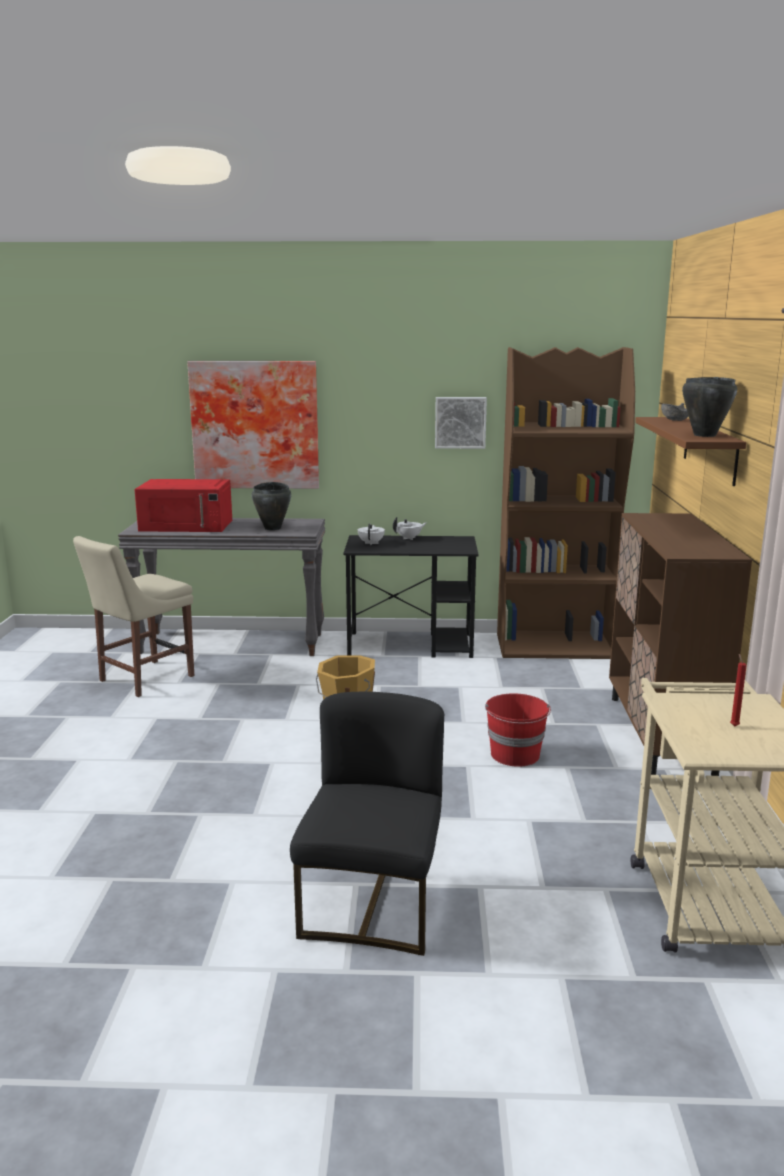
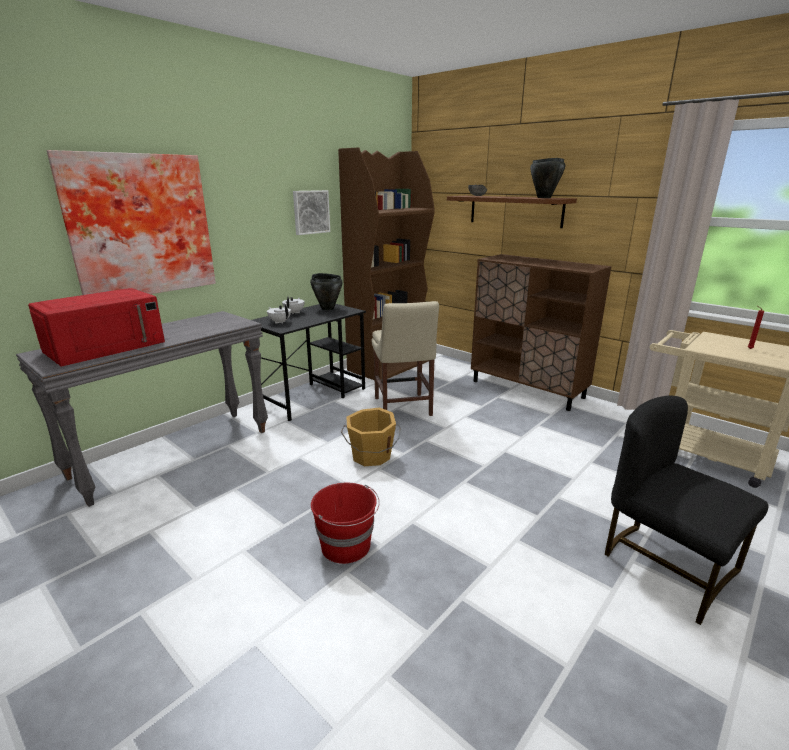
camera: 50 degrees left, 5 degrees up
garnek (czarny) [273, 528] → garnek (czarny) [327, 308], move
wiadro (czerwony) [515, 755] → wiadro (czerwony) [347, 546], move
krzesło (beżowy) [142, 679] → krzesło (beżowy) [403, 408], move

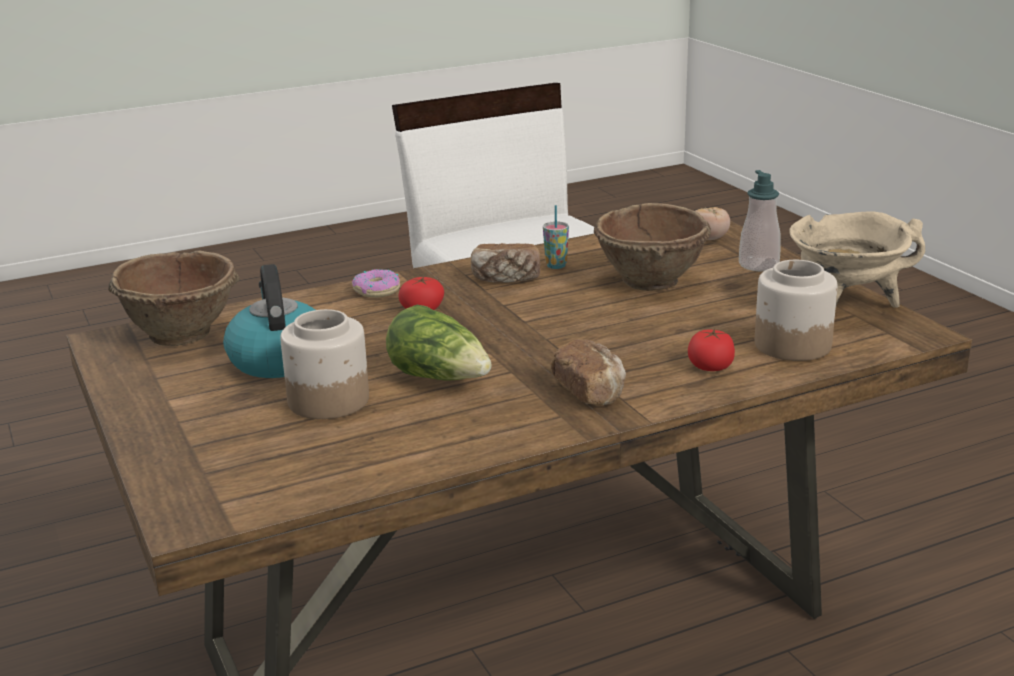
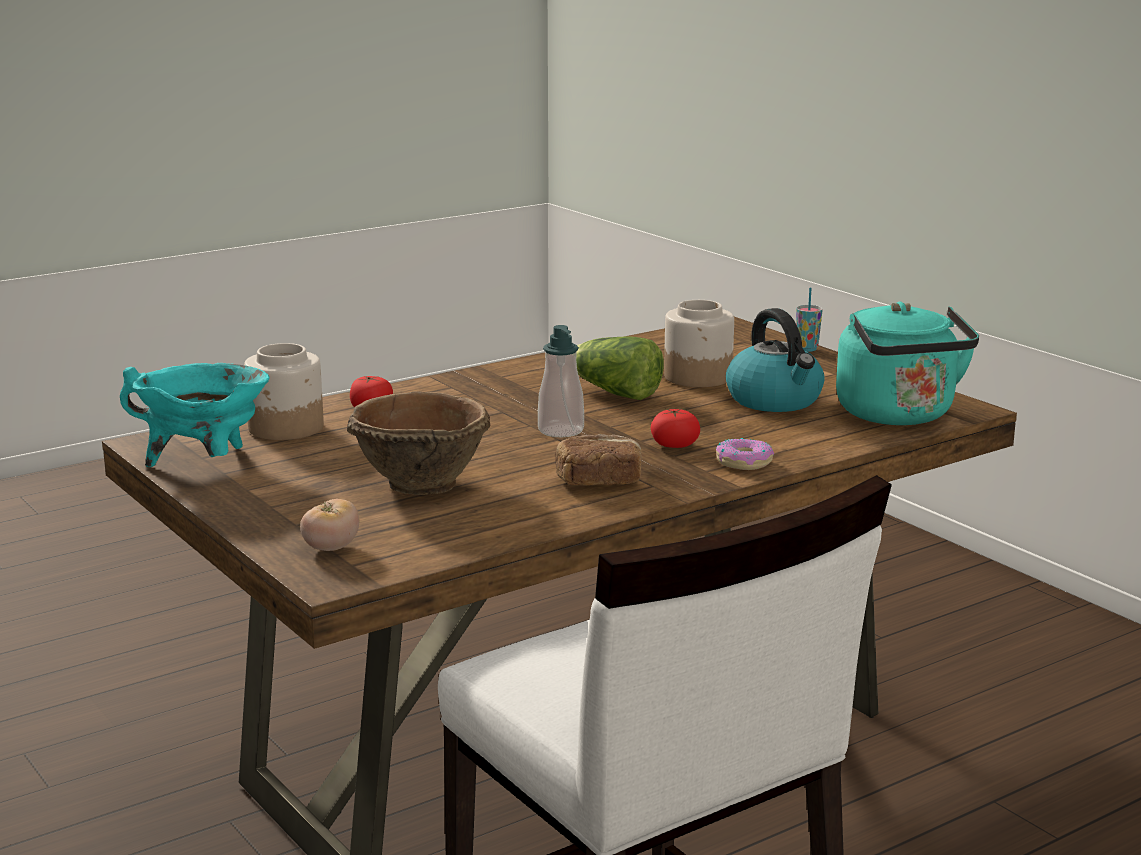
camera: 170 degrees right, 5 degrees down
garnek (beżowy) [846, 307] → garnek (turkusowy) [205, 464]
dozownik mydła [758, 265] → dozownik mydła [561, 431], move
filiżanka [556, 265] → filiżanka [807, 349], move
miska (brązowy) [182, 333] → czajnik (turkusowy) [899, 416]
chleb [590, 391] → -

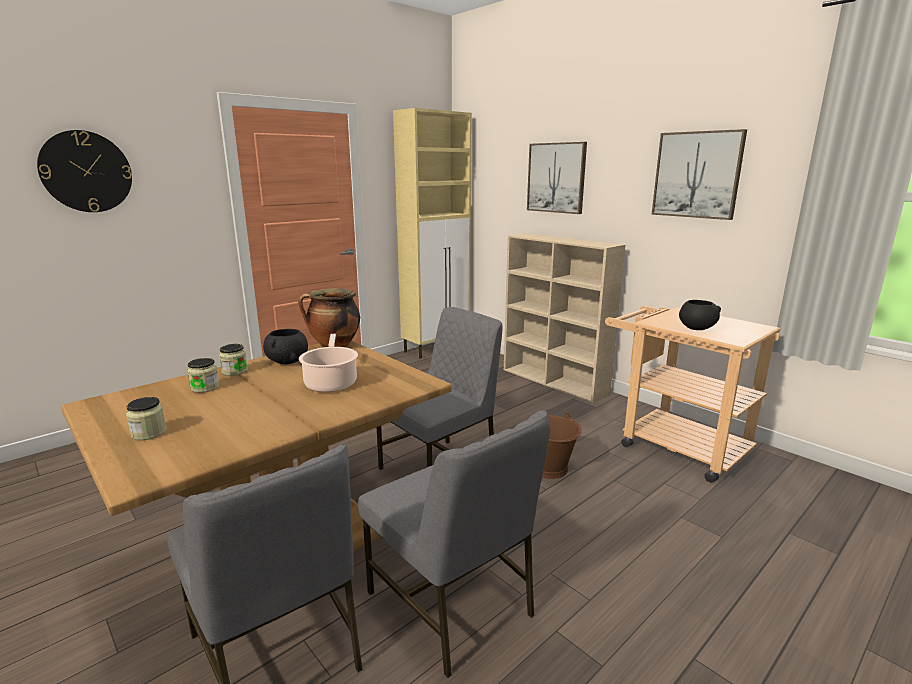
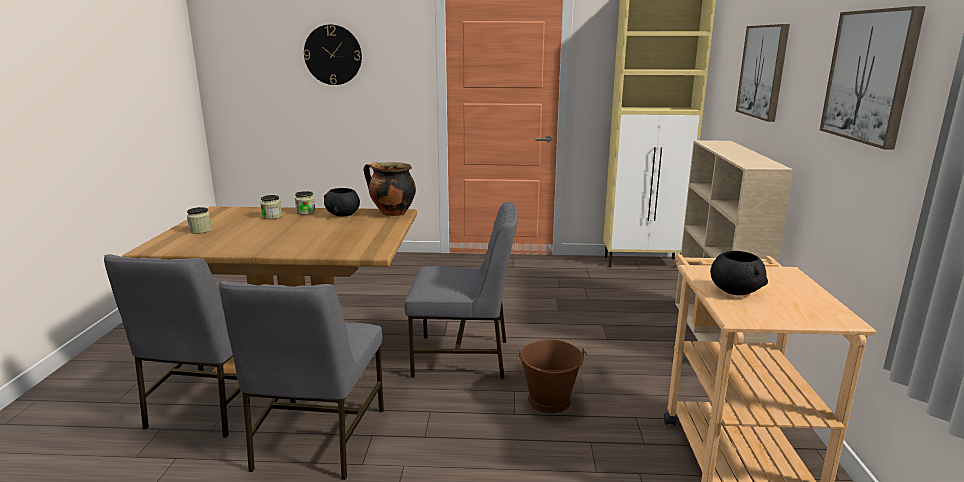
camera: 45 degrees right, 0 degrees up
garnek [331, 383] → -

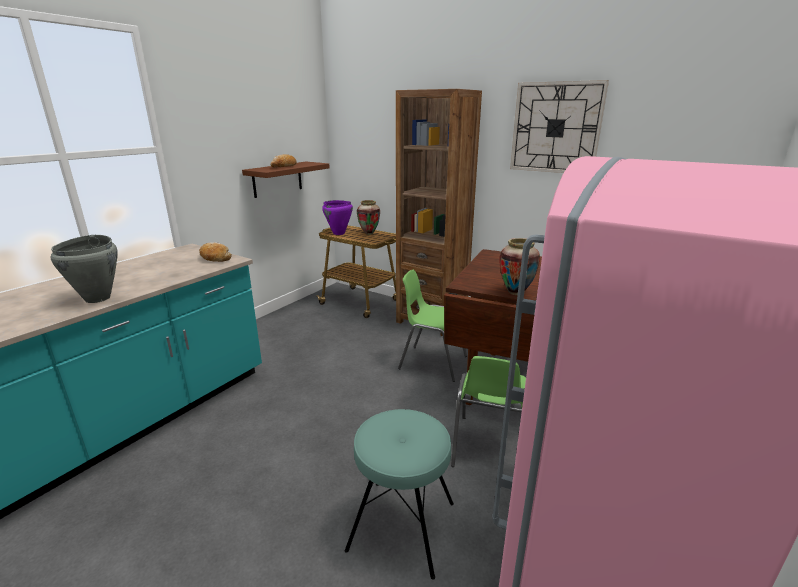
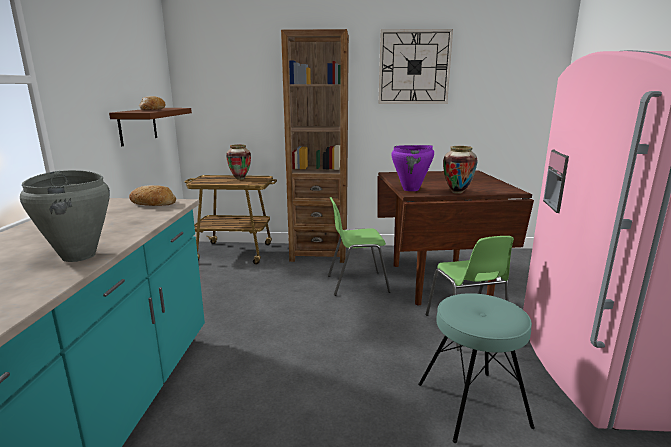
camera: 30 degrees left, 5 degrees down
garnek (fioletowy) [339, 233] → garnek (fioletowy) [411, 189], move

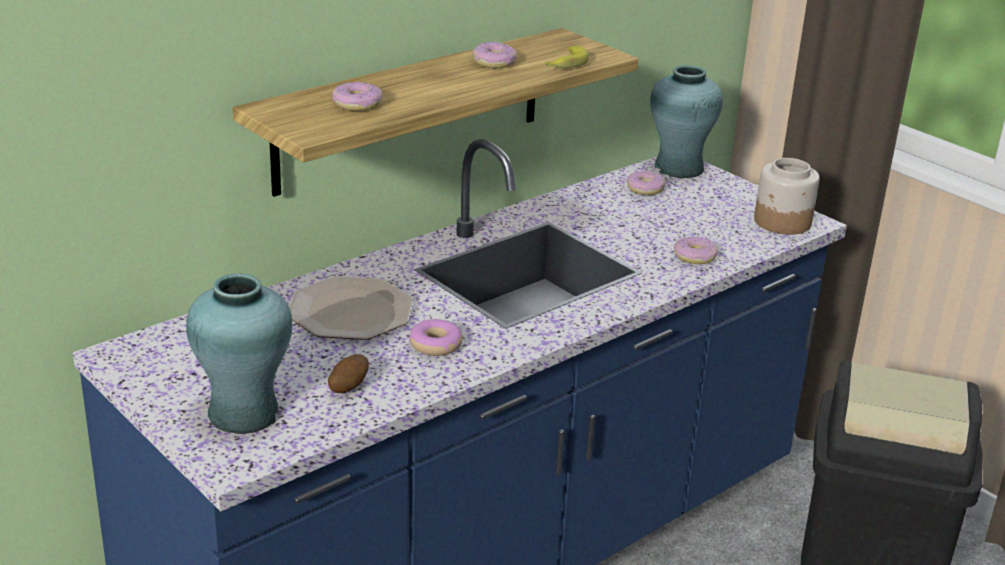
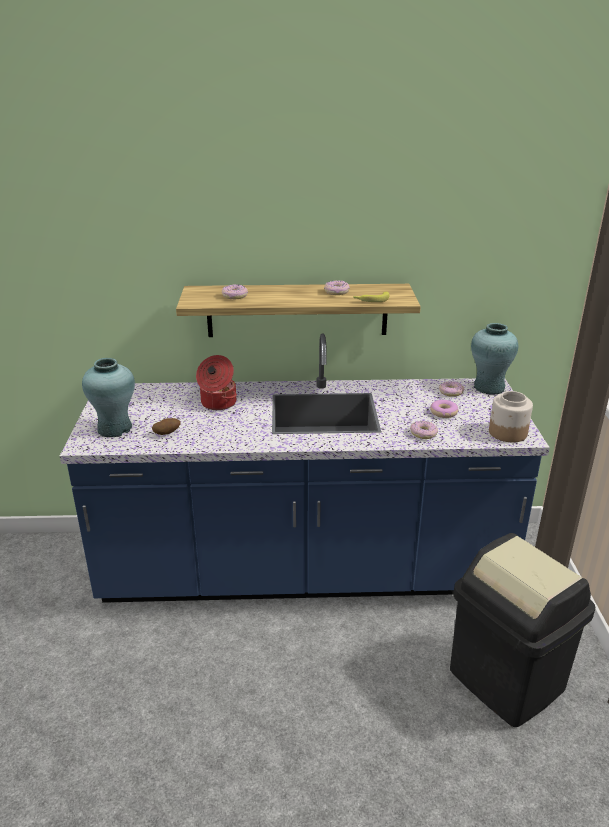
camera: 40 degrees right, 0 degrees up
talerz [351, 311] → garnek [217, 403]
donut [436, 345] → donut [443, 413], move

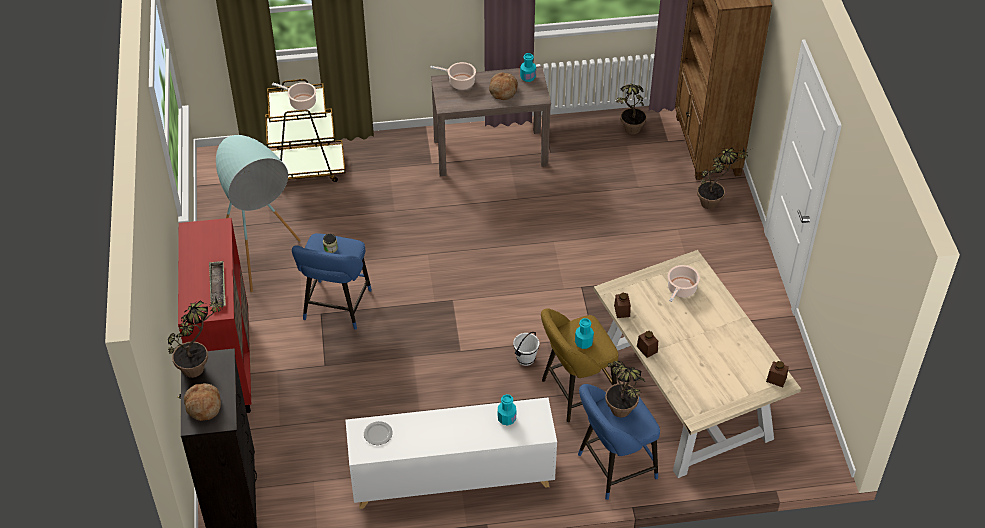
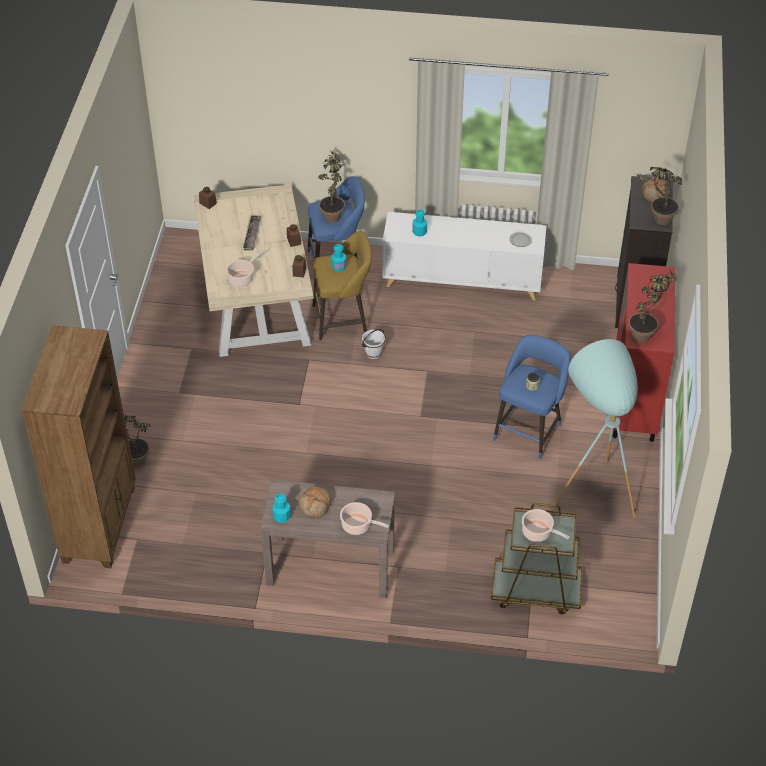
camera: 165 degrees left, 0 degrees up
taca [218, 286] → taca [252, 235], move
roślina doniczkowa [628, 132] → roślina doniczkowa [646, 333], move

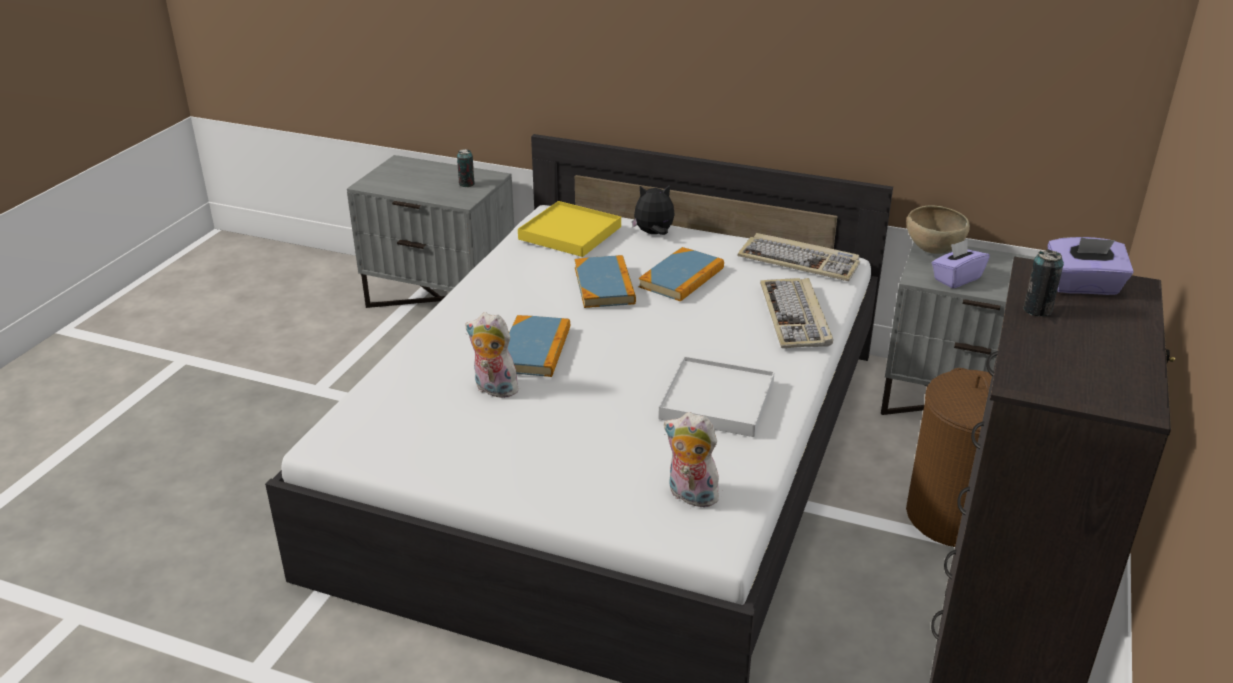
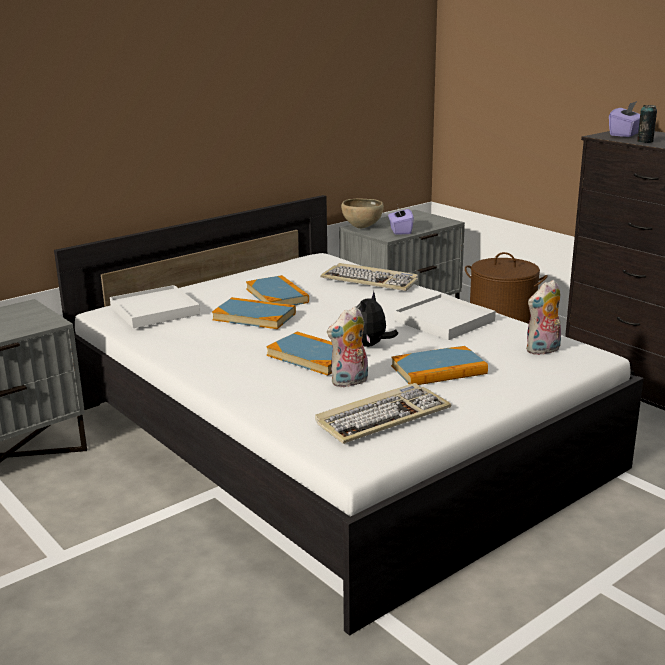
camera: 60 degrees left, 10 degrees down
taca (żółty) [570, 233] → taca (biały) [155, 310]
klawiatura [800, 261] → klawiatura [382, 417], move
pluszak [654, 234] → pluszak [370, 345], move
- → książka [438, 370]
puszka [466, 184] → -

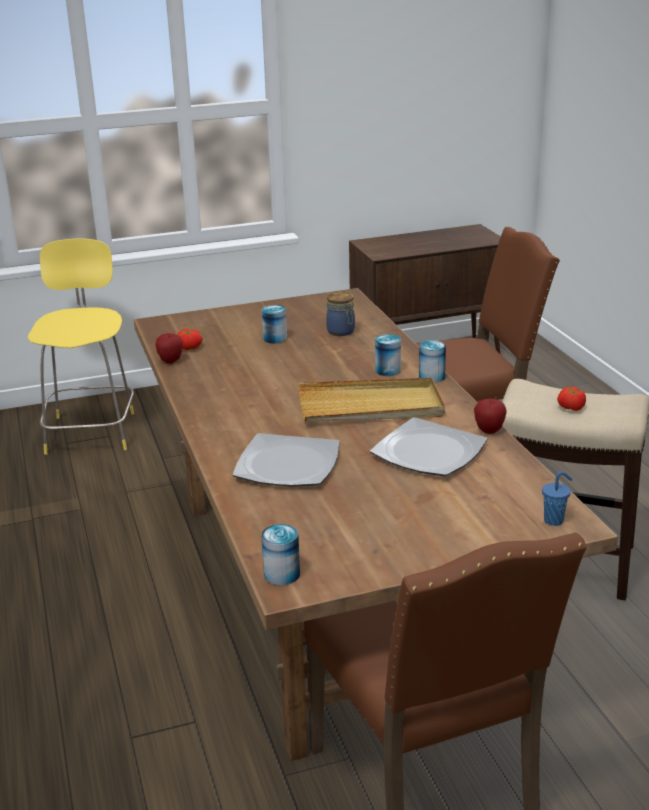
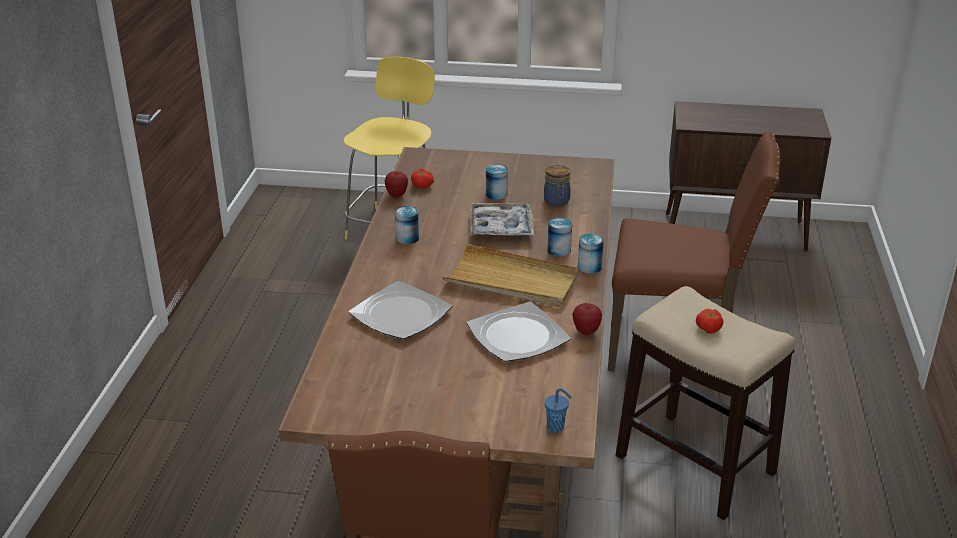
camera: 25 degrees right, 5 degrees up
puszka [282, 574] → puszka [407, 238], move
- → taca [501, 227]

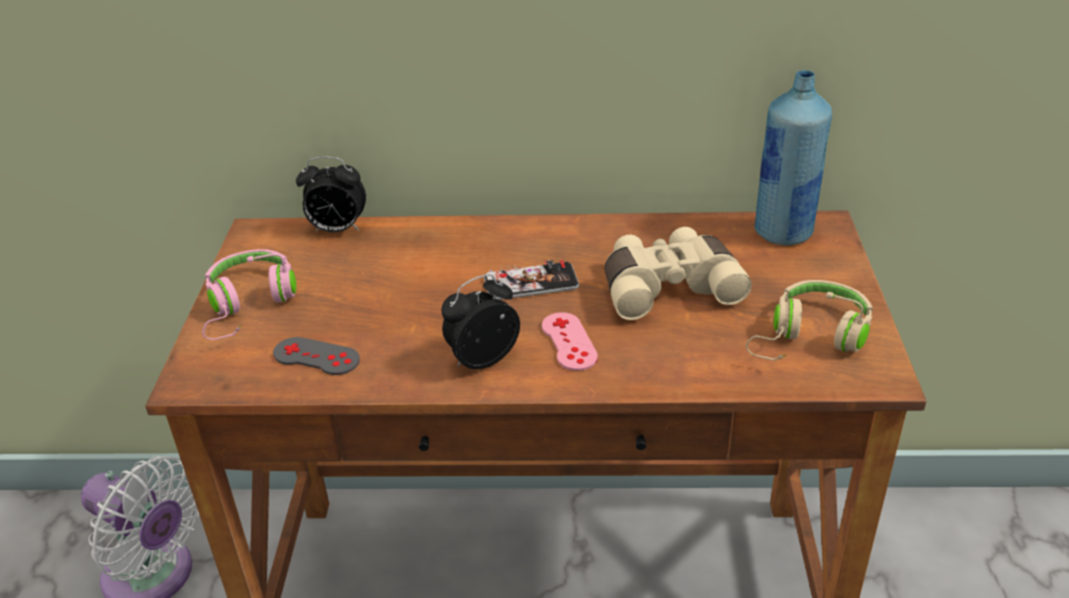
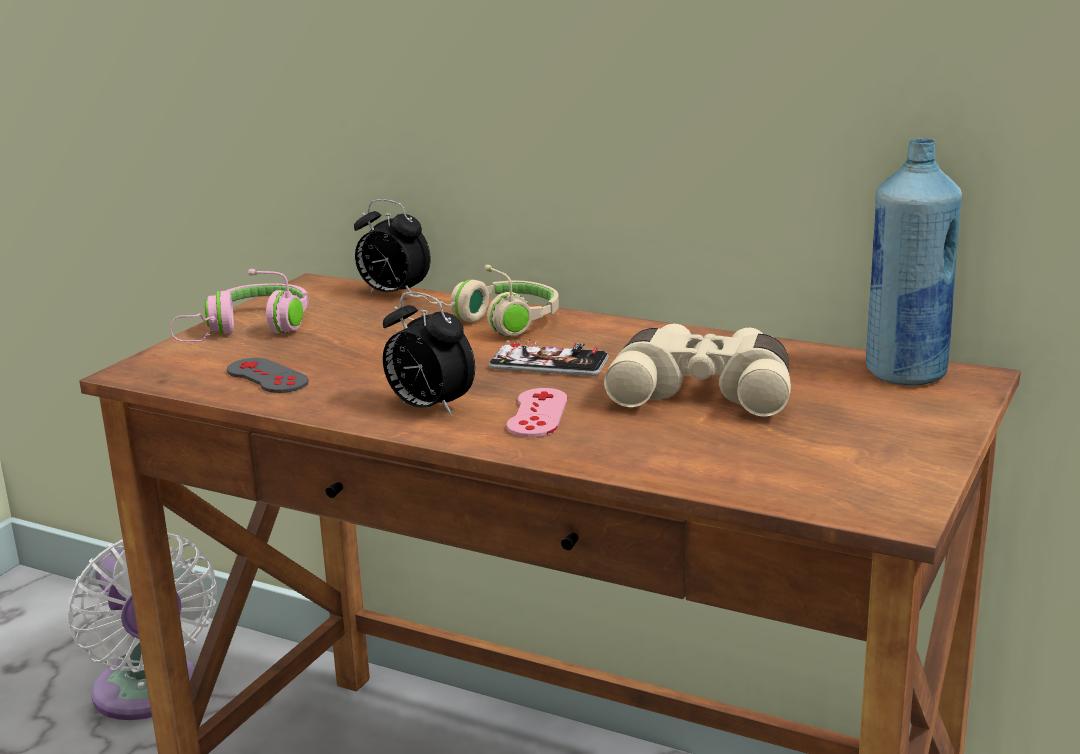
camera: 25 degrees right, 15 degrees down
budzik [482, 359] → budzik [428, 408], 135 degrees counterclockwise
słuchawki (beżowy) [811, 337] → słuchawki (beżowy) [489, 325], move

